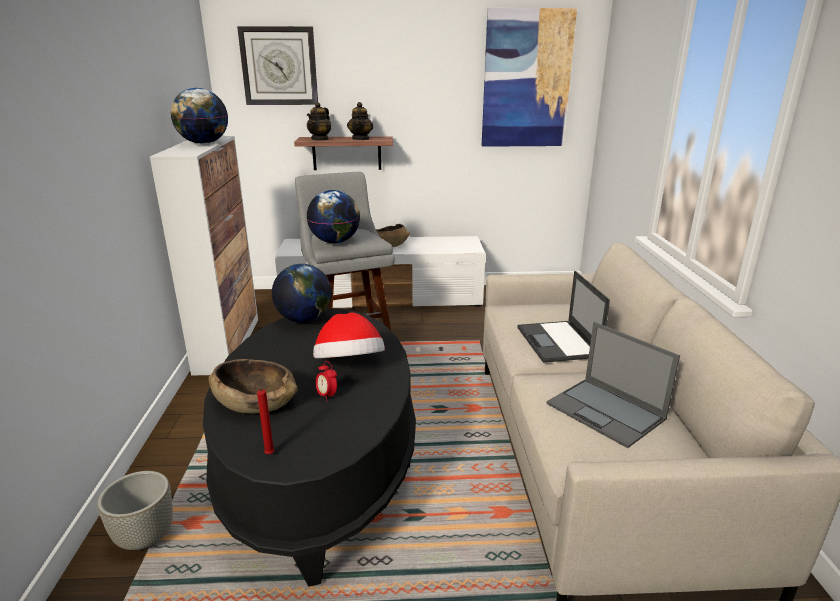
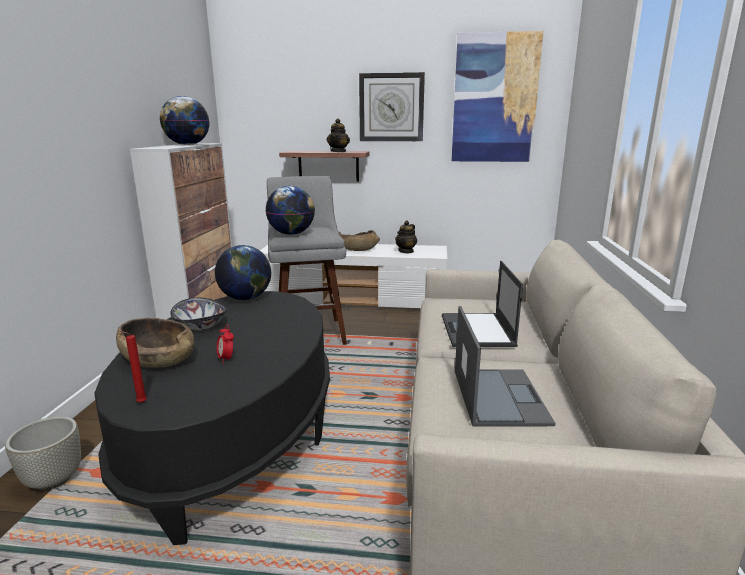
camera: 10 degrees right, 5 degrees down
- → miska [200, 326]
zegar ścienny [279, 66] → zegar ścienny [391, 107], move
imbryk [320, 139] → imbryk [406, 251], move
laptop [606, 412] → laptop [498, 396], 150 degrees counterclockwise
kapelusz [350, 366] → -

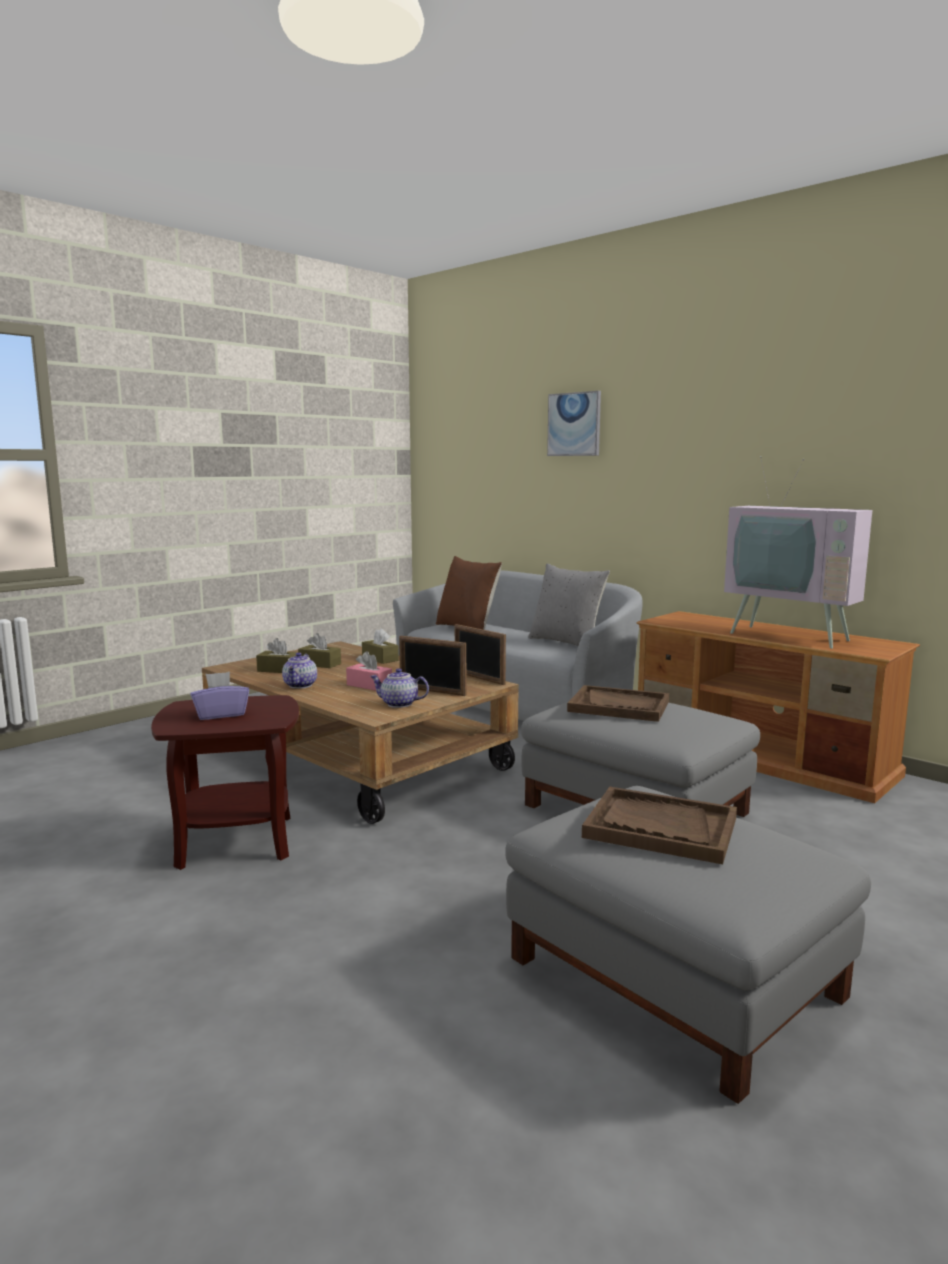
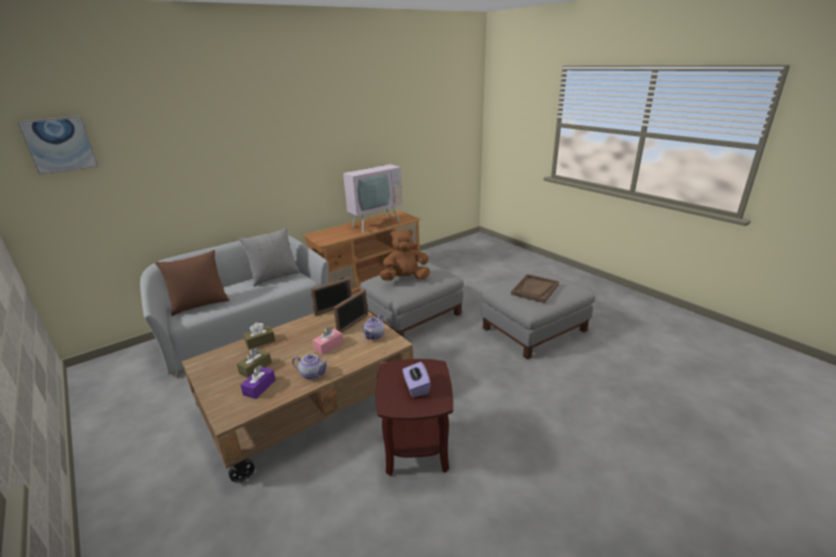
camera: 80 degrees left, 15 degrees up
obraz [574, 424] → obraz [60, 145], move
pudełko chusteczek (brązowy) [279, 670] → pudełko chusteczek (fioletowy) [259, 387]
taca (brązowy) [619, 706] → pluszak (brązowy) [405, 279]

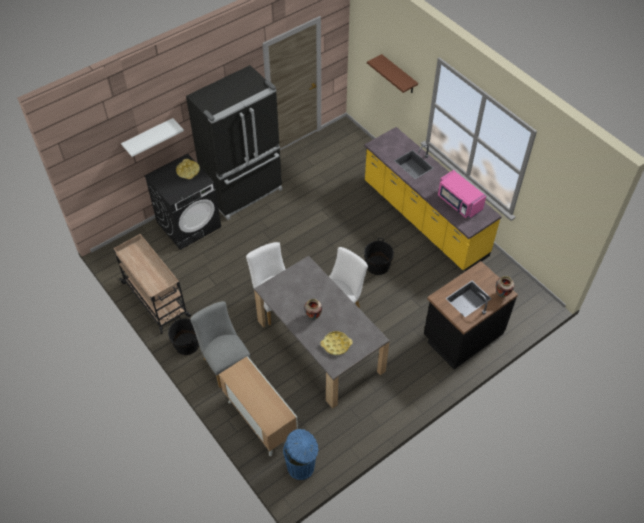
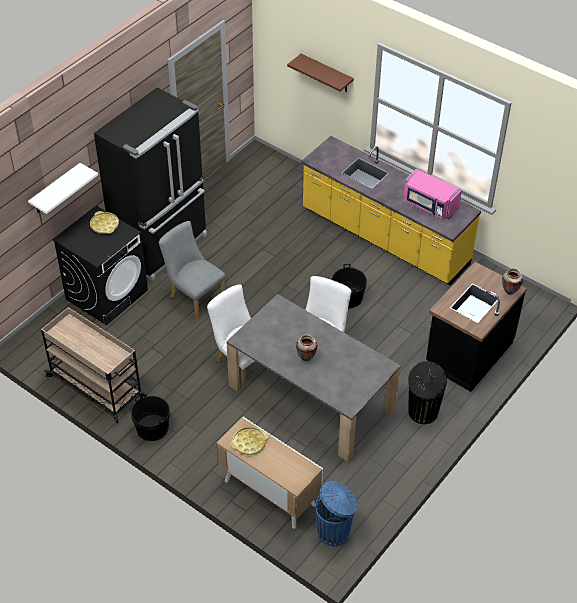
camera: 15 degrees left, 5 degrees down
krzesło (szary) [224, 362] → krzesło (szary) [194, 296], move
taca (żółty) [336, 344] → taca (żółty) [249, 443], move
- → kosz na śmieci (czarny) [422, 413]

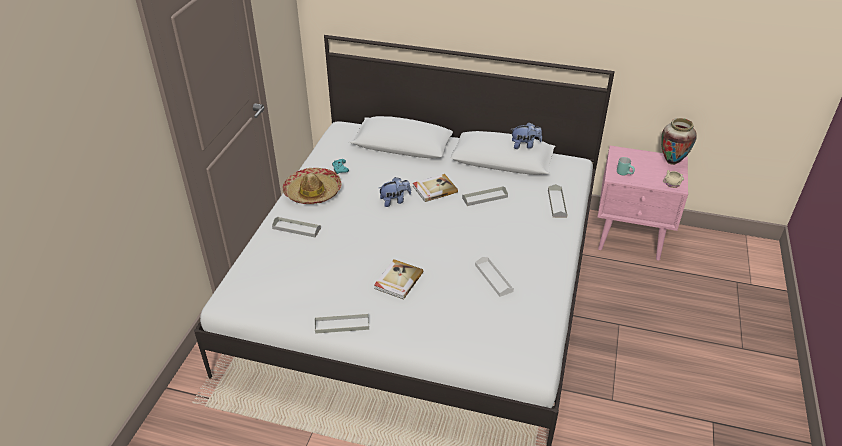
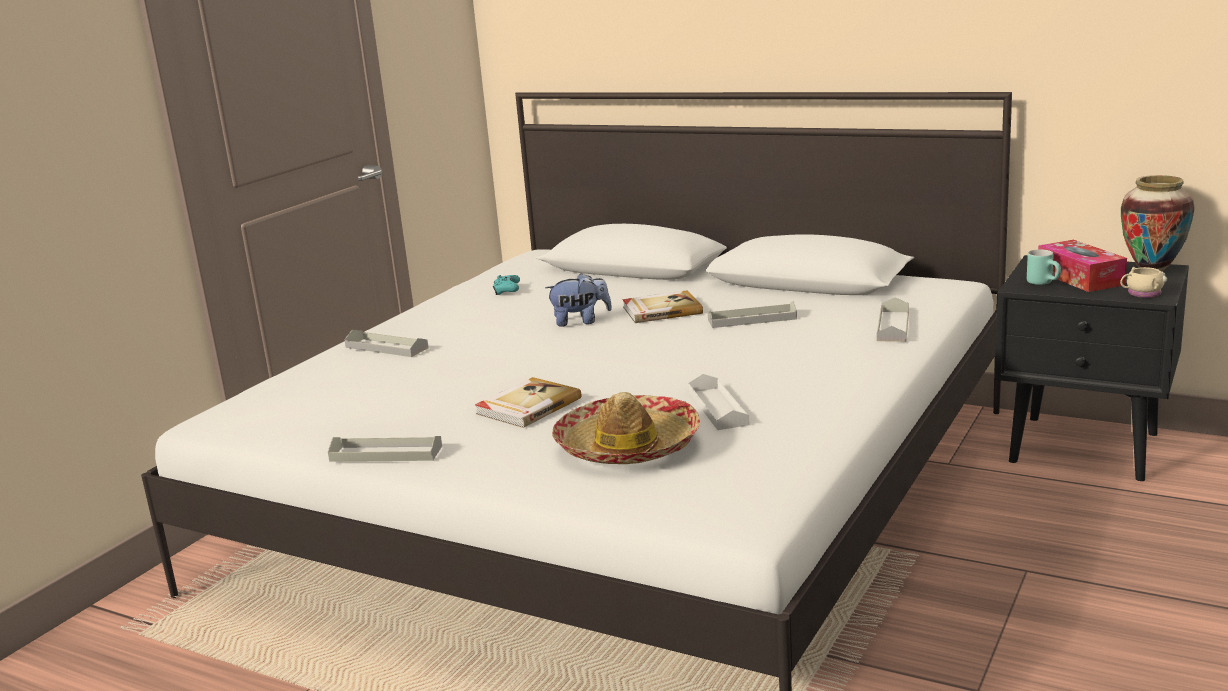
camera: 15 degrees right, 20 degrees down
kapelusz [313, 192] → kapelusz [627, 446], move
szafka nocna (różowy) [631, 238] → szafka nocna (czarny) [1086, 448]
- → pudełko chusteczek [1079, 278]
pluszak [525, 145] → -

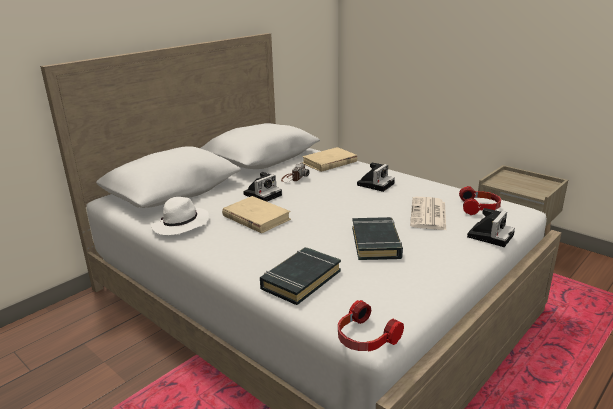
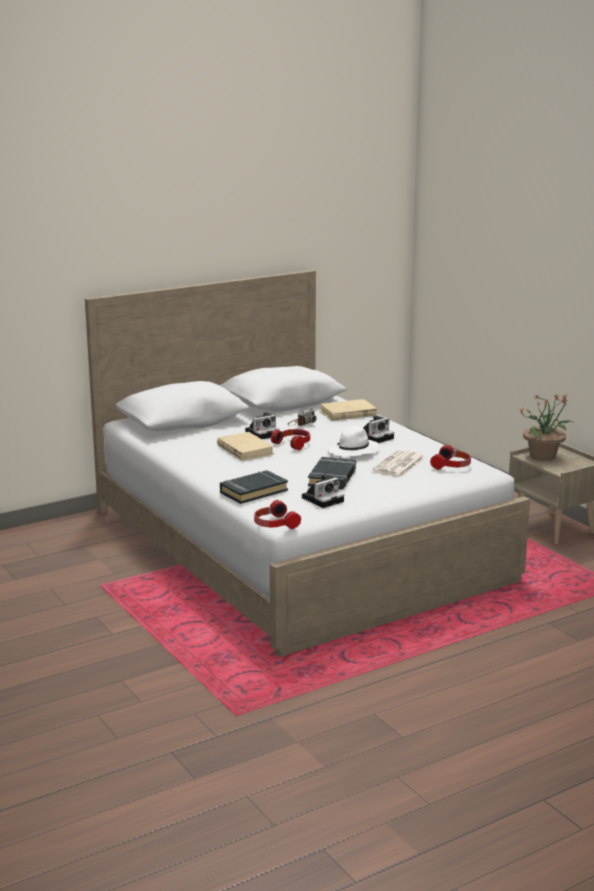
camera: 15 degrees right, 5 degrees down
- → słuchawki [293, 444]
aparat fotograficzny [490, 235] → aparat fotograficzny [323, 499], move
kapelusz (biały) [181, 225] → kapelusz (biały) [353, 452], move
- → roślina doniczkowa [543, 456]

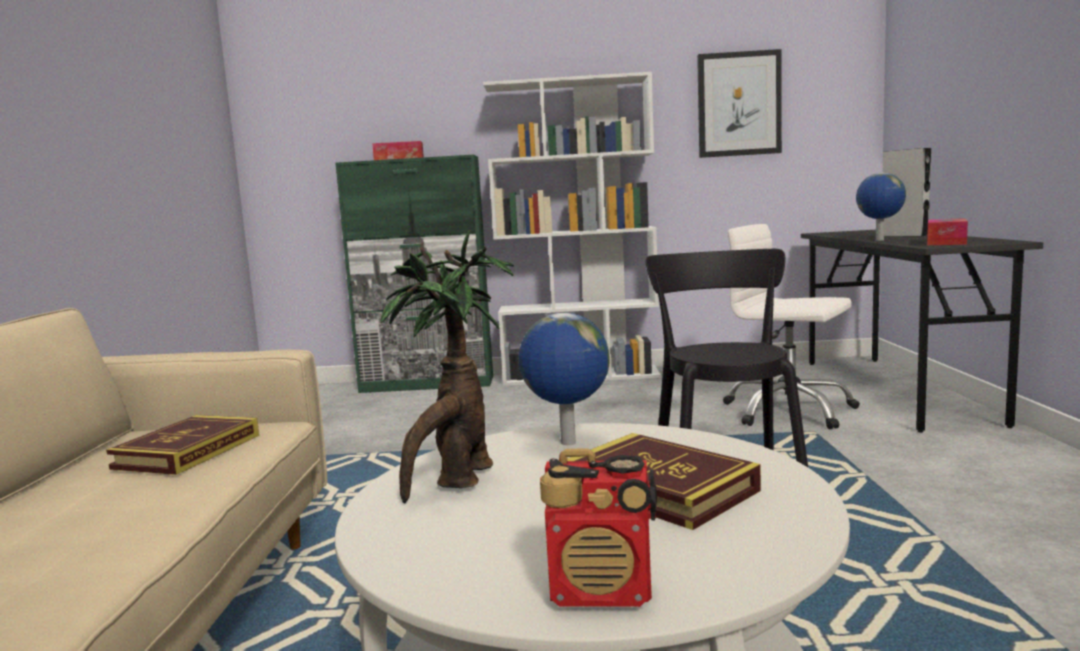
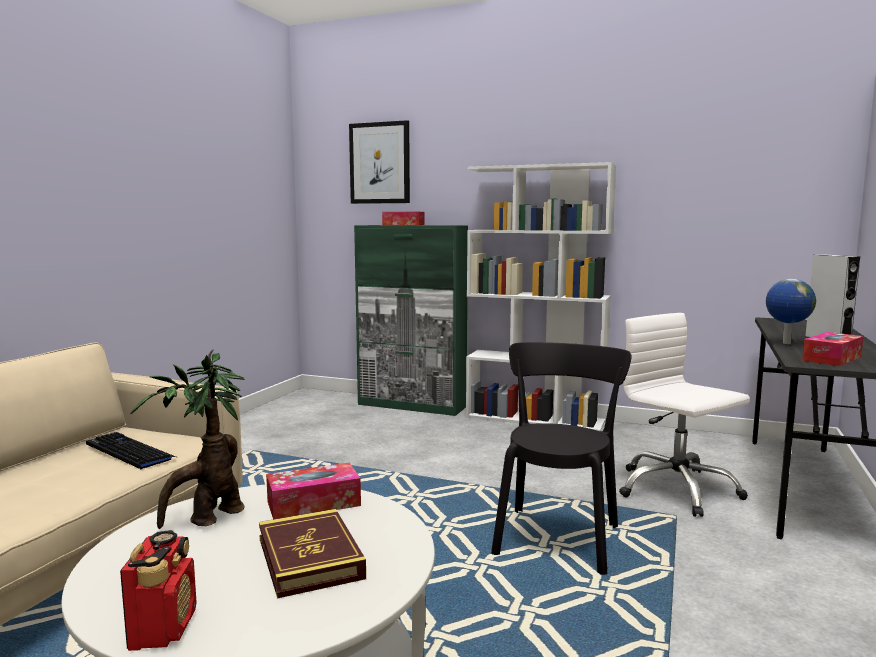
camera: 20 degrees right, 0 degrees up
książka [188, 451] → klawiatura [129, 452]
radio [602, 592] → radio [164, 627], 120 degrees counterclockwise
globus [567, 443] → pudełko chusteczek [313, 503]
obraz [739, 104] → obraz [380, 163], move

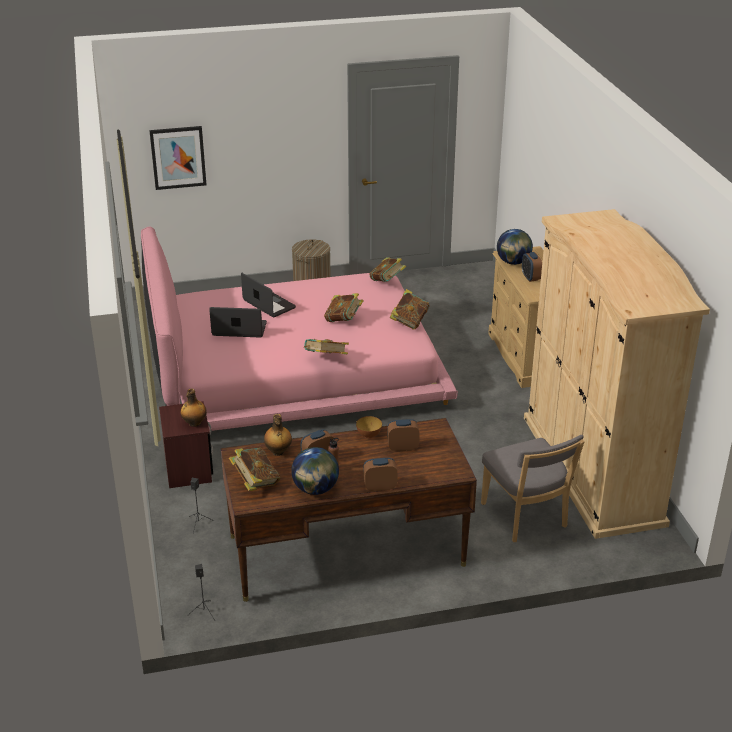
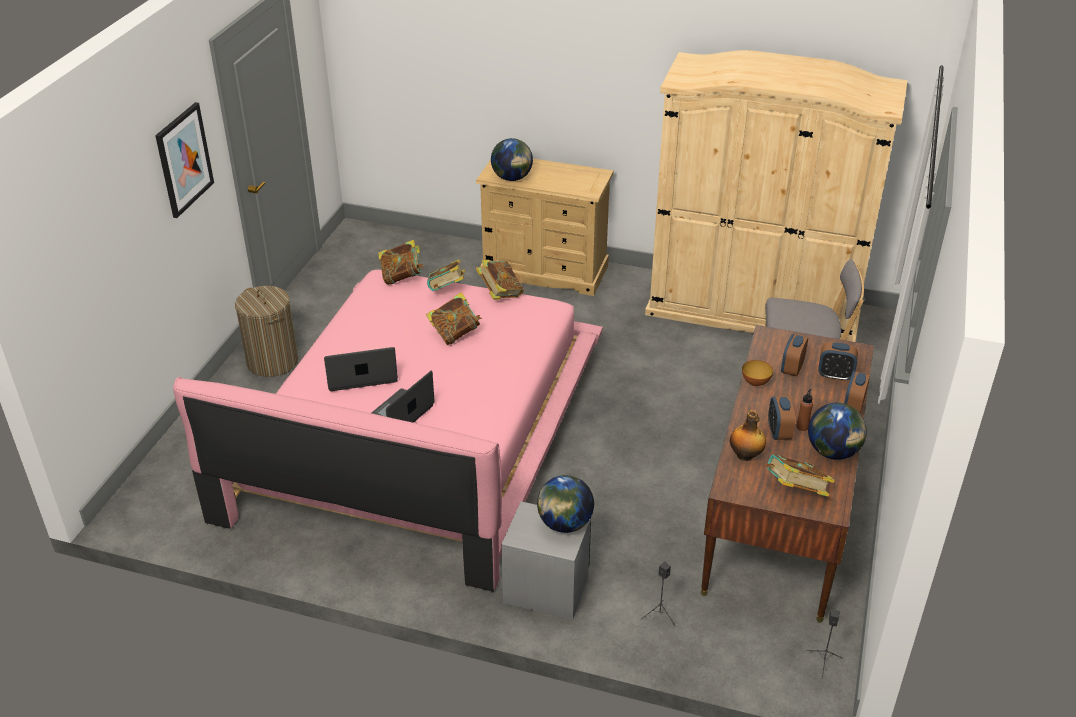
camera: 60 degrees left, 5 degrees up
obraz [178, 157] → obraz [184, 159], move
książka [325, 359] → książka [447, 290], move
szafka nocna (brązowy) [188, 469] → szafka nocna (szary) [546, 589]
butelka [194, 423] → globus [564, 524]
budzik [530, 277] → budzik [835, 375], move

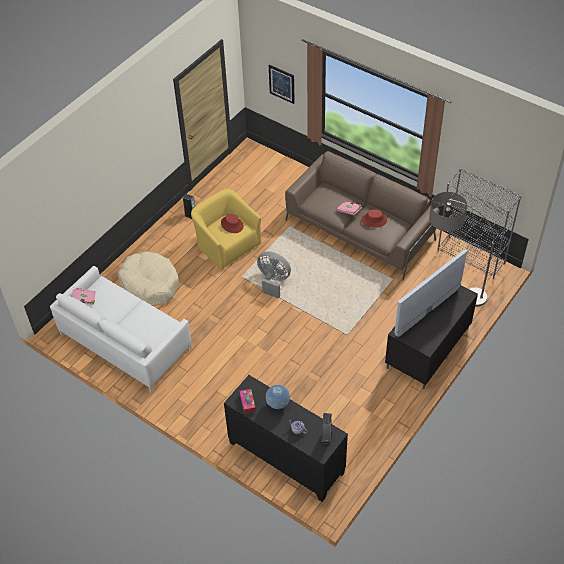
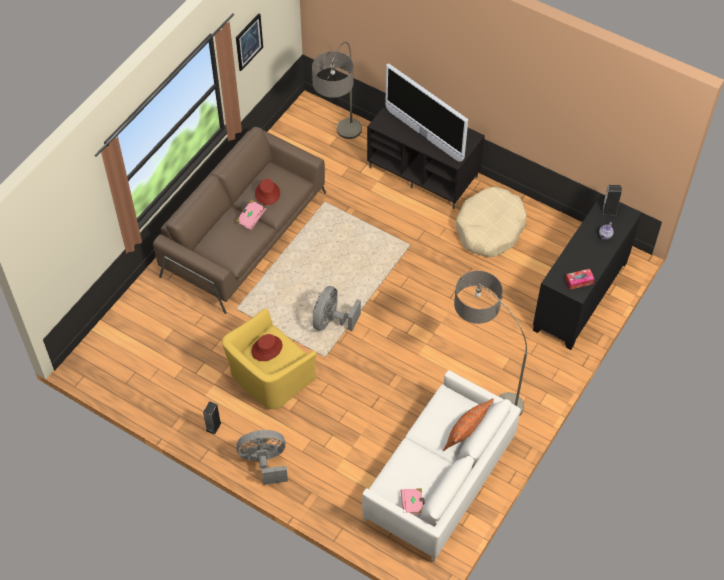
camera: 95 degrees left, 5 degrees up
obraz [282, 83] → obraz [248, 41], move
- → wentylator (szary) [265, 462]
- → poduszka (pomarańczowy) [466, 432]
- → lampa stojąca [481, 386]
legowisko (beżowy) [150, 284] → legowisko (beżowy) [490, 229], move
globus [278, 404] → -
regał (szary) [471, 257] → -

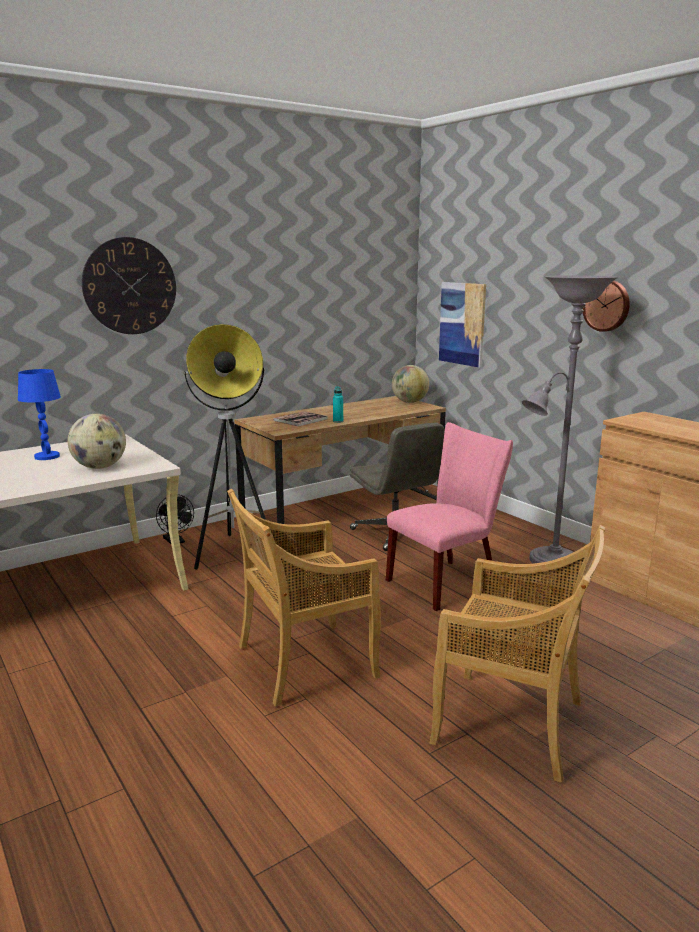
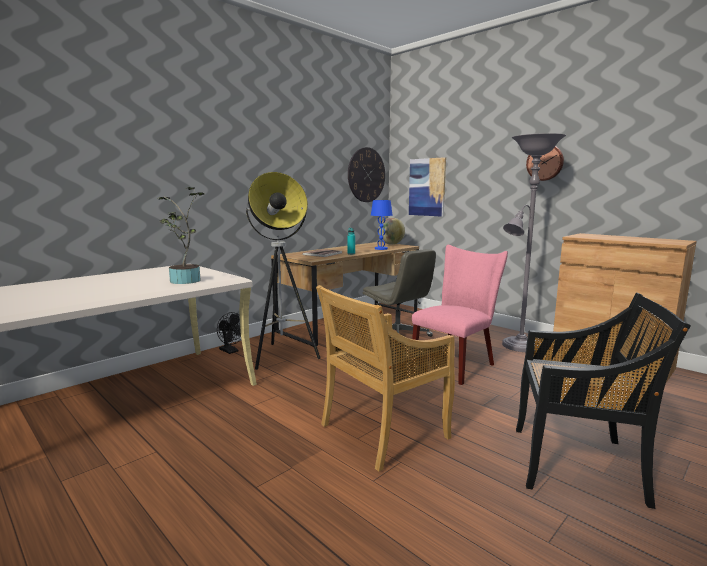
camera: 10 degrees left, 5 degrees down
globus [100, 467] → roślina doniczkowa [184, 281]
zegar ścienny [130, 286] → zegar ścienny [366, 175], move
lampa stołowa (niebieski) [47, 456] → lampa stołowa (niebieski) [381, 249], move
krzesło (beżowy) [512, 724] → krzesło (czarny) [578, 464]

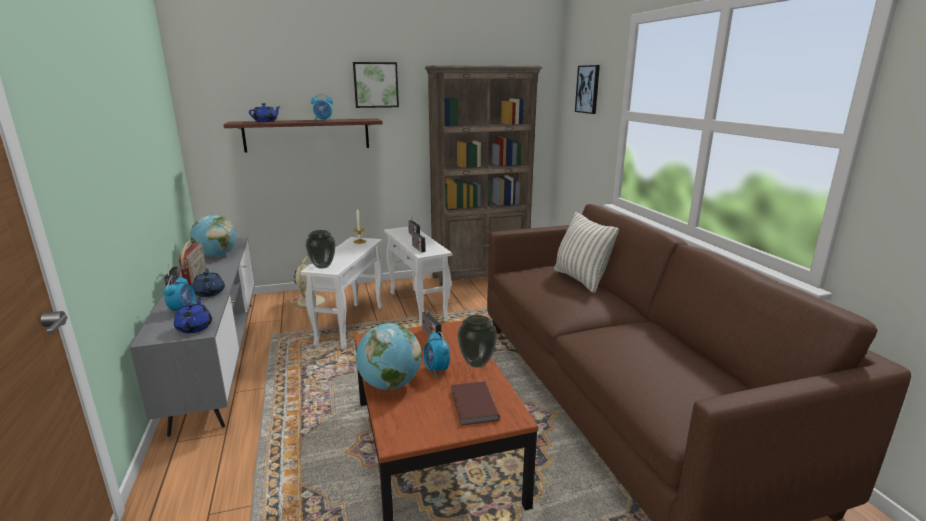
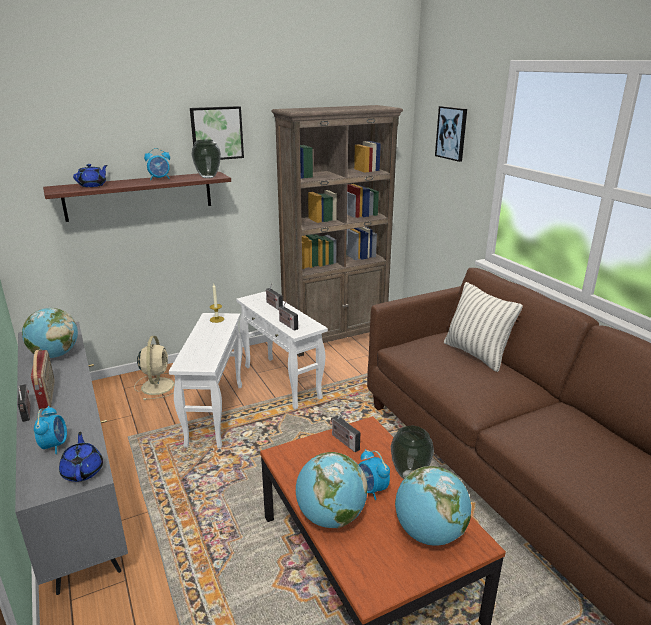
camera: 10 degrees left, 5 degrees up
wazon [323, 266] → wazon [208, 177], move
książka (brązowy) [472, 405] → globus [429, 533]
imbryk (niebieski) [209, 292] → -

